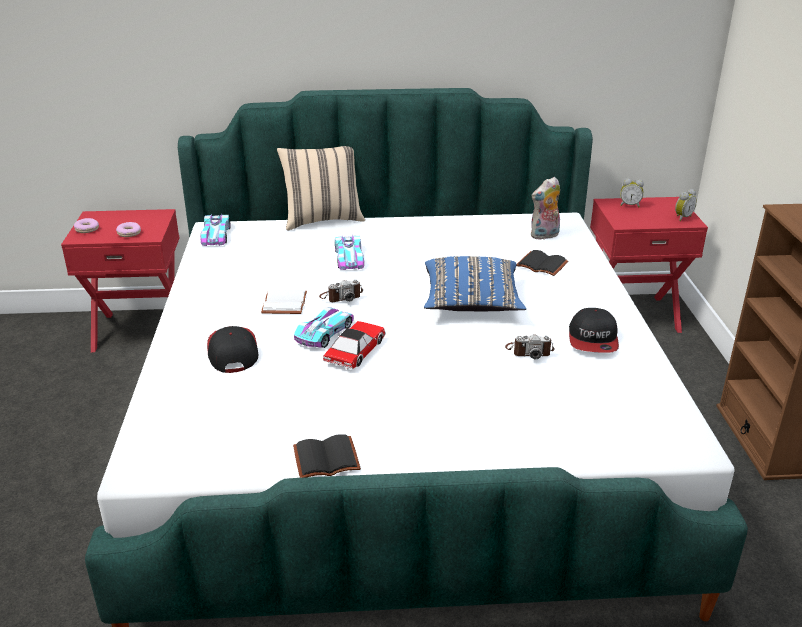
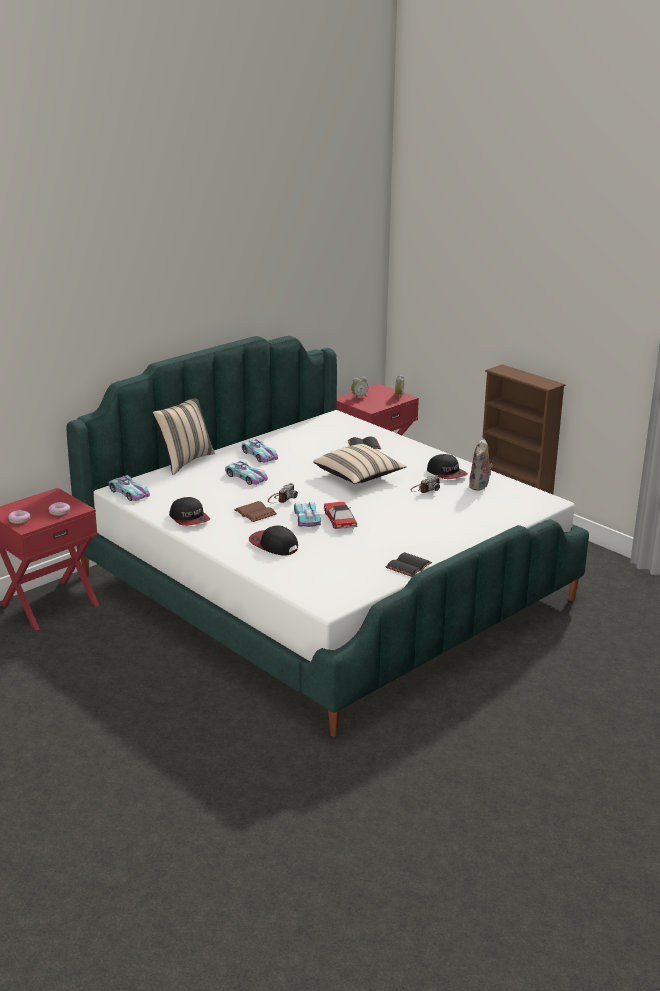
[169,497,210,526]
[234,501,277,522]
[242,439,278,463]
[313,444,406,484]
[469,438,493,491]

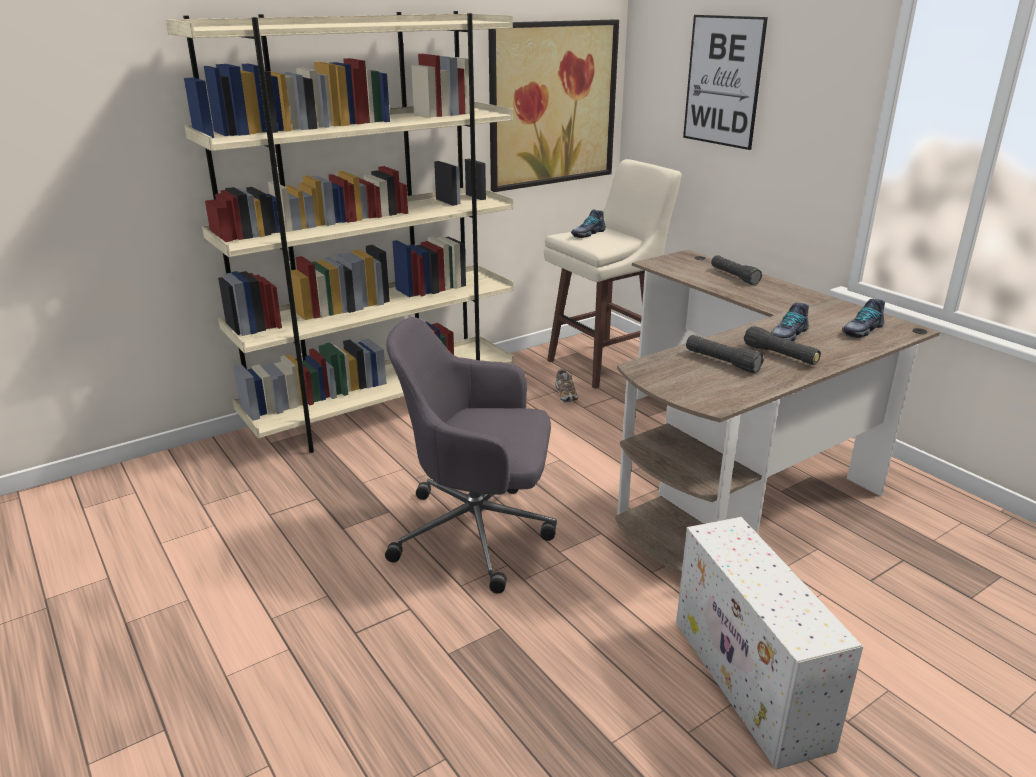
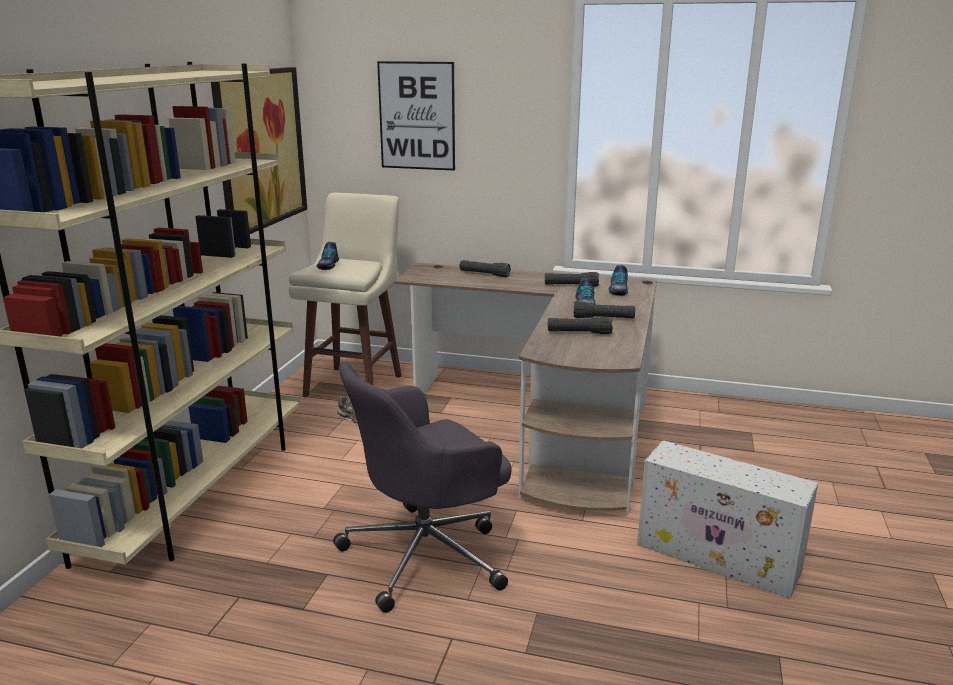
[545,272,599,287]

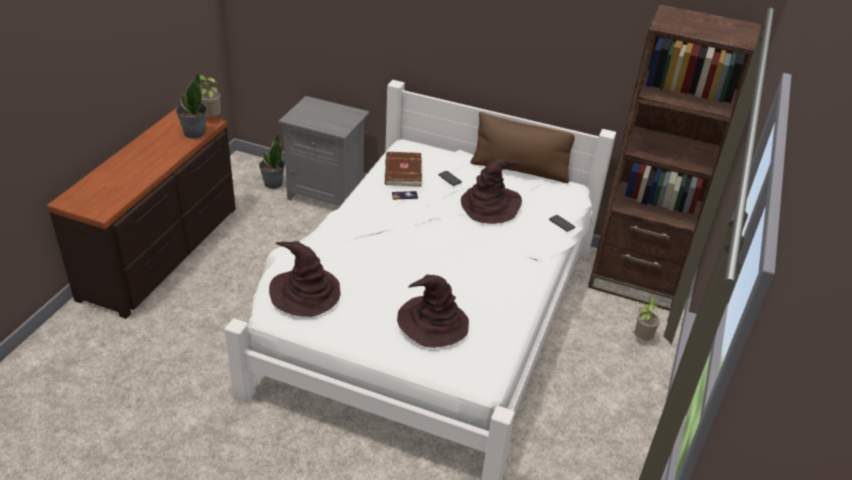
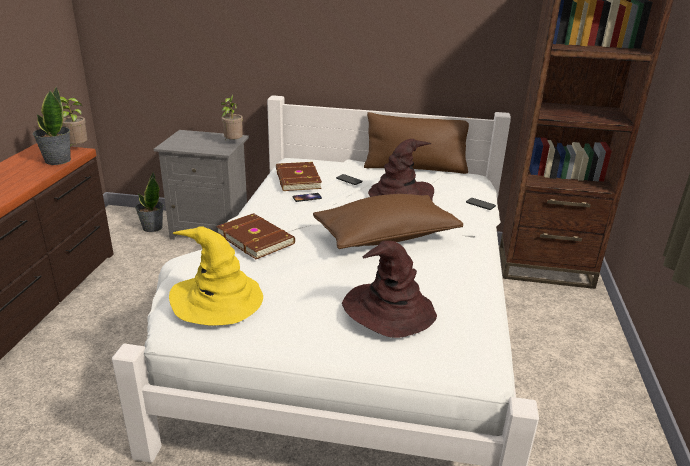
[169,226,263,326]
[216,213,295,259]
[221,95,243,140]
[313,194,463,249]

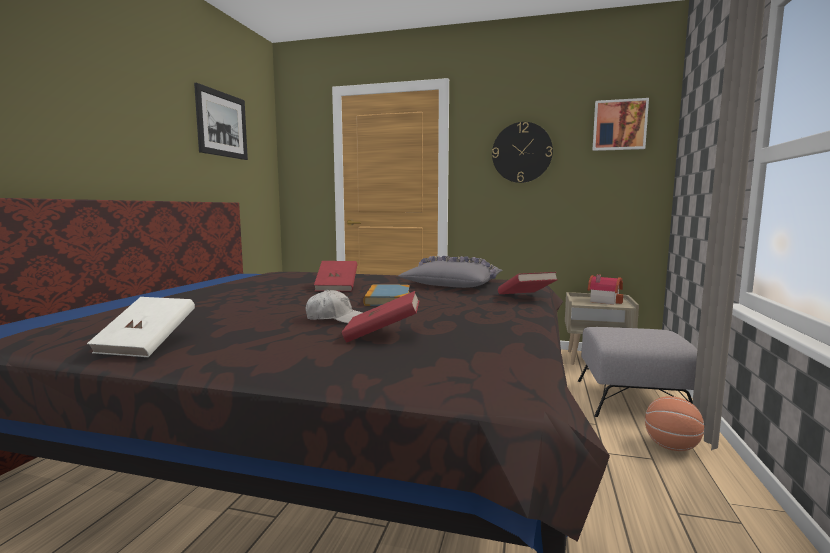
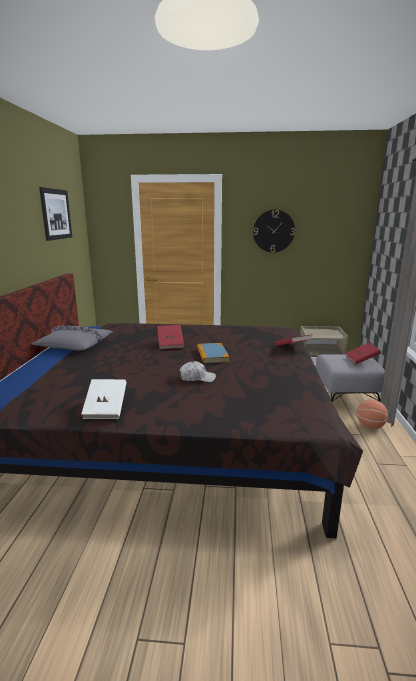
[32,325,113,351]
[345,343,381,364]
[588,274,623,305] (first image)
[592,98,649,151] (first image)

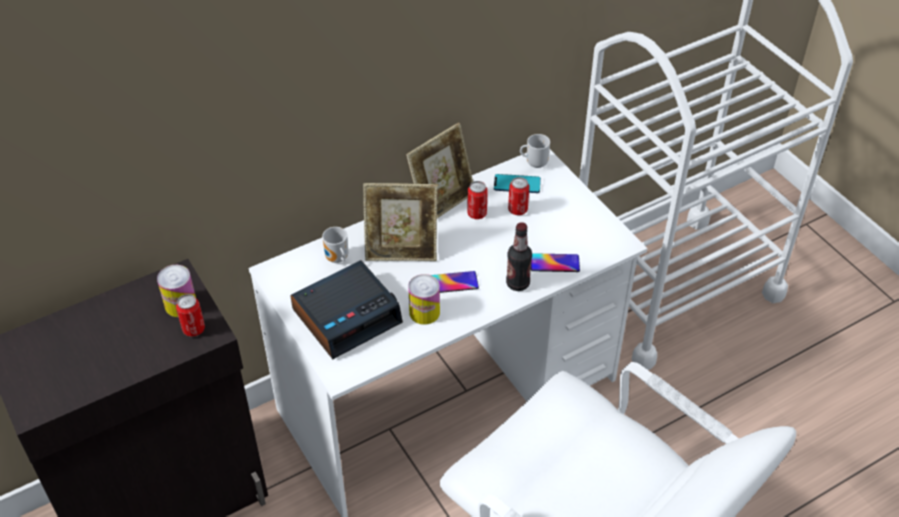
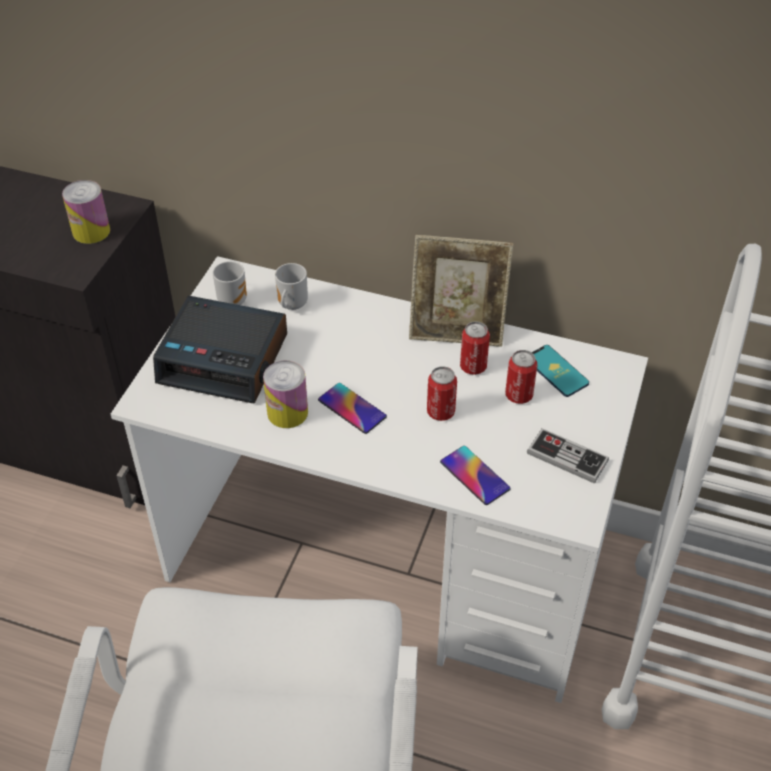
[213,261,247,305]
[427,366,457,421]
[527,428,609,484]
[363,183,438,261] (first image)
[506,222,532,291] (first image)

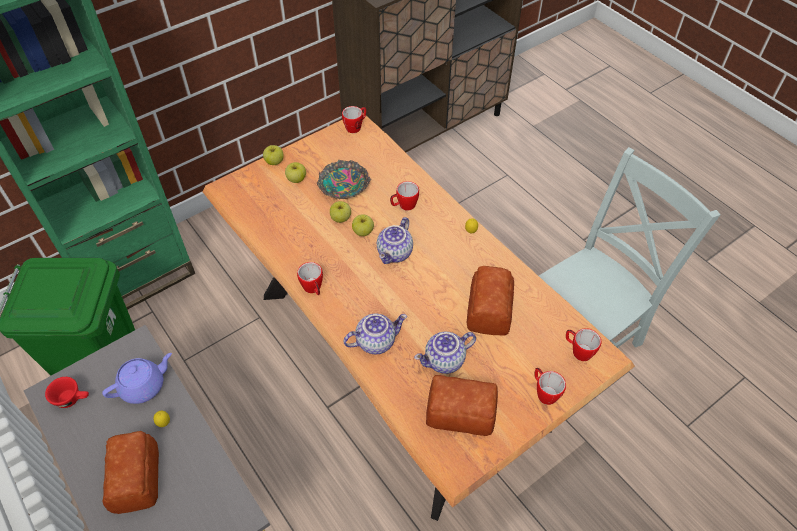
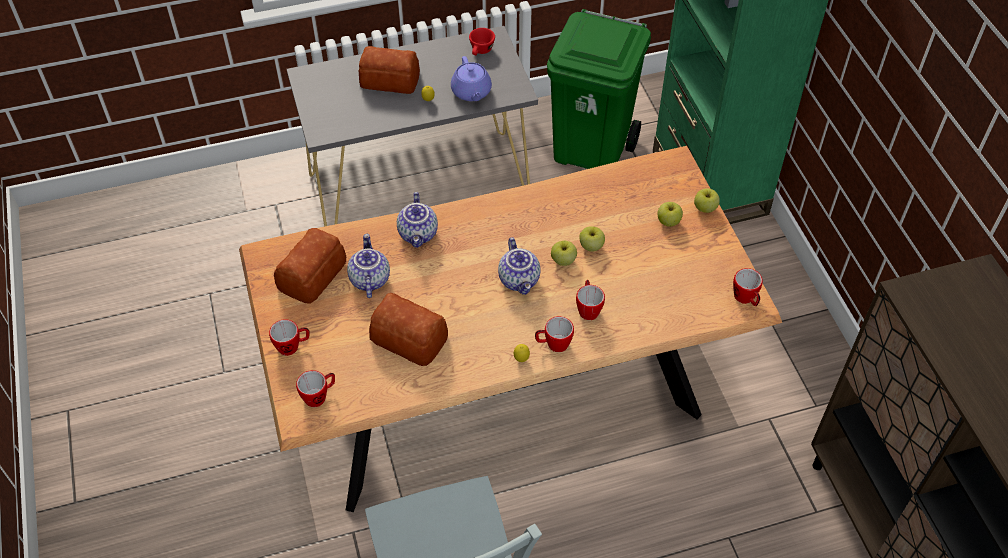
[498,238,540,295]
[535,316,574,352]
[317,160,371,199] (first image)

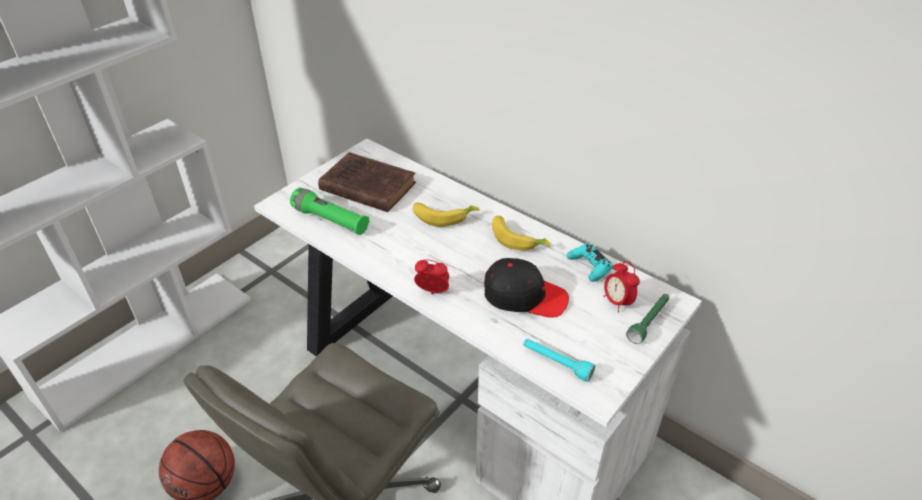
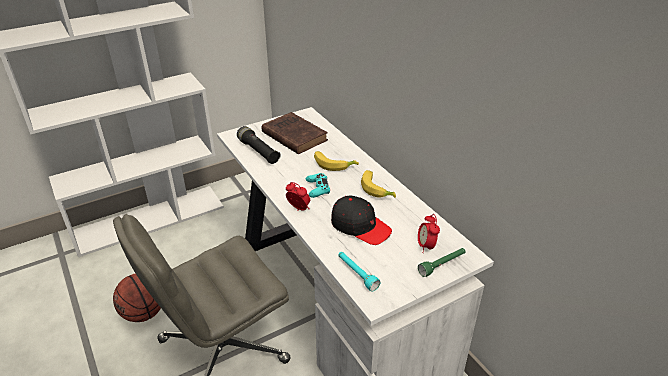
[237,126,281,164]
[306,173,330,198]

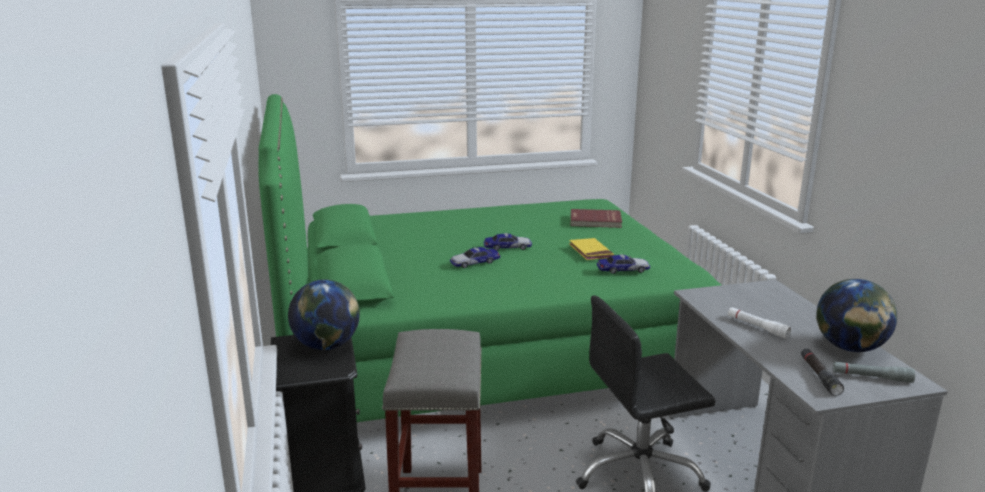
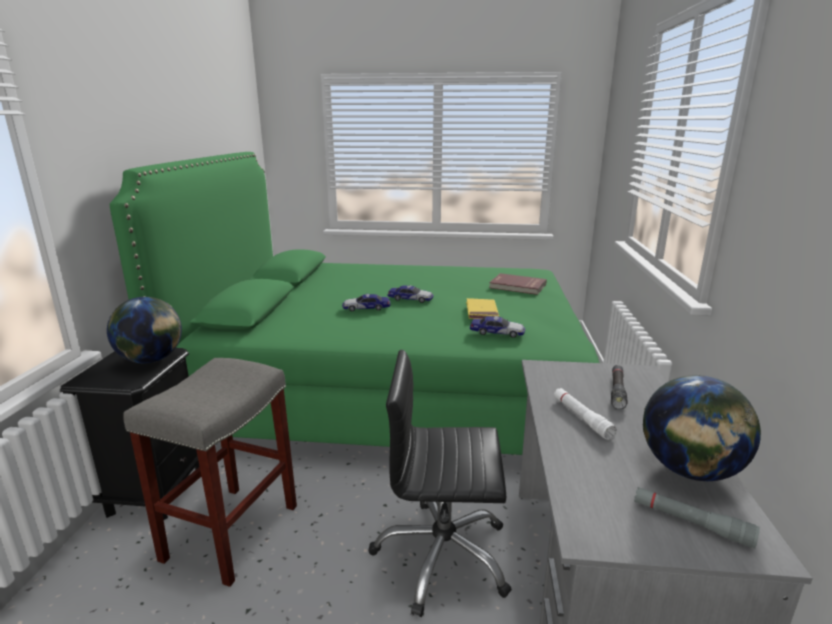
[611,365,628,409]

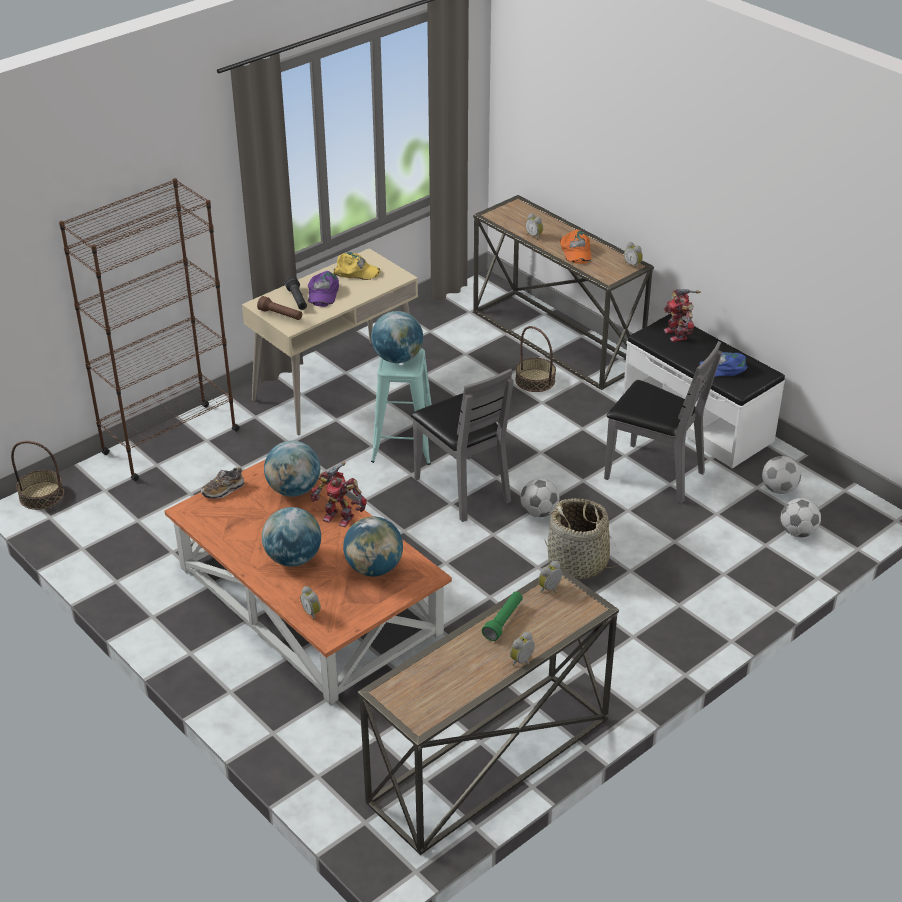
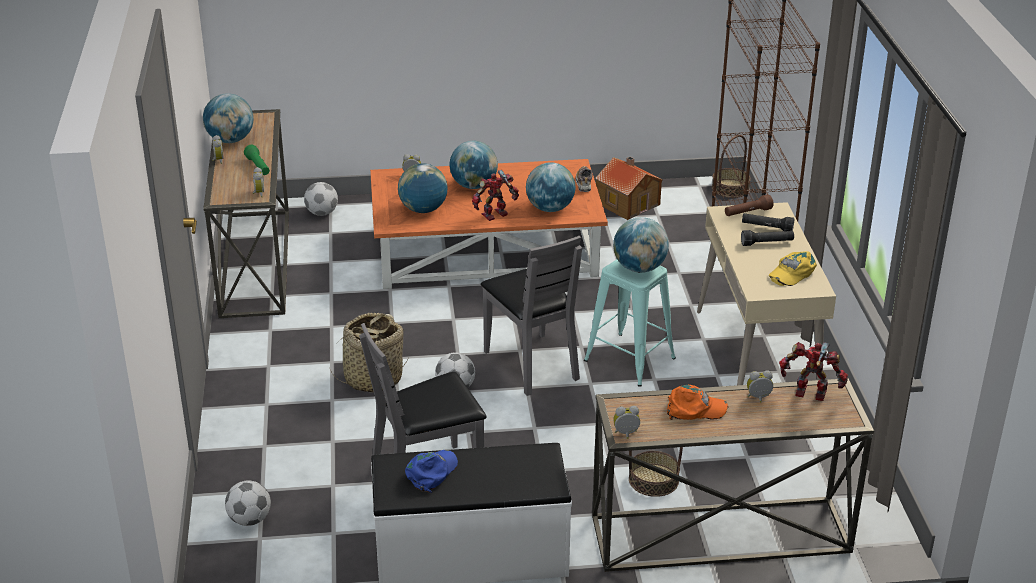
[203,93,253,143]
[304,182,338,216]
[481,236,582,396]
[595,157,662,220]
[667,385,729,420]
[741,230,794,246]
[779,342,848,401]

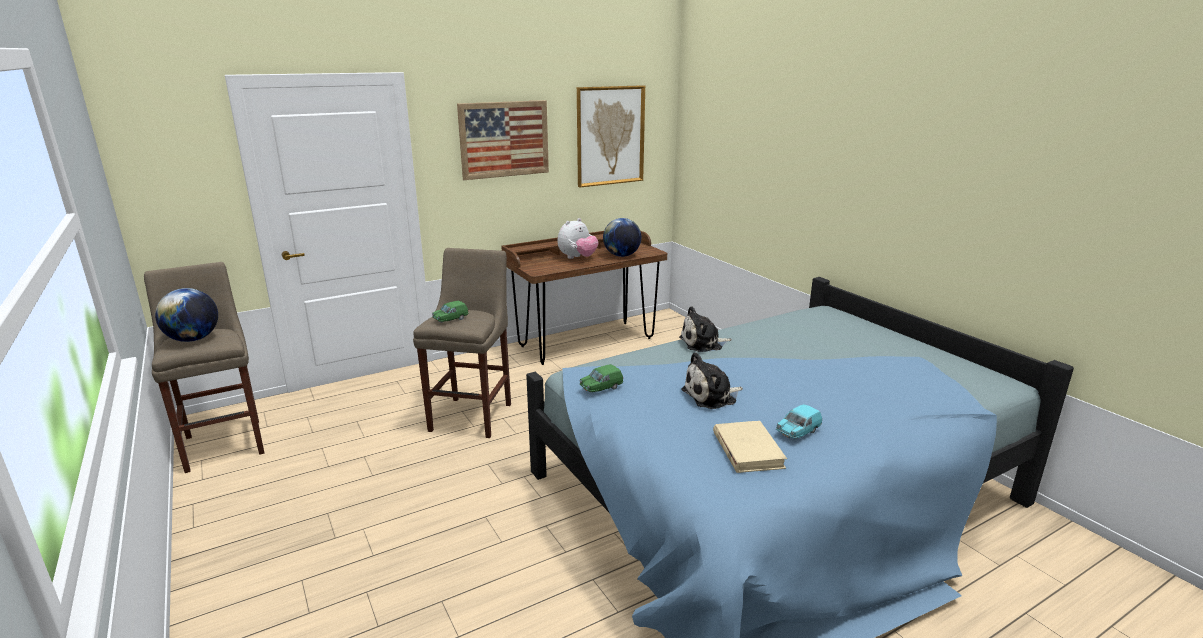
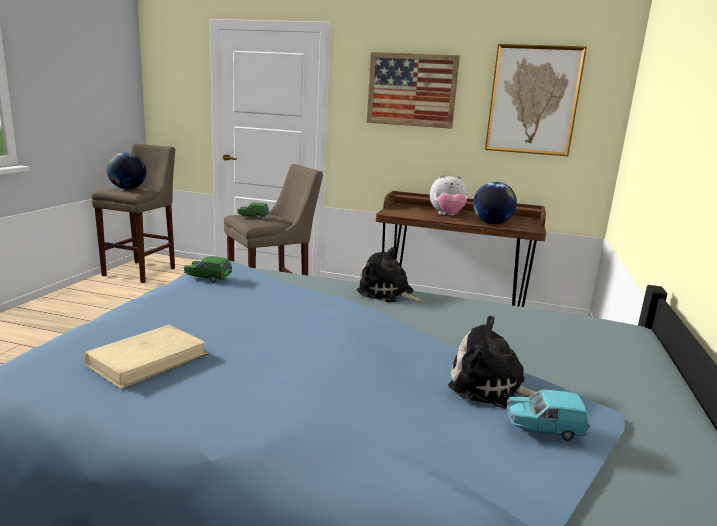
[448,316,536,409]
[507,390,590,441]

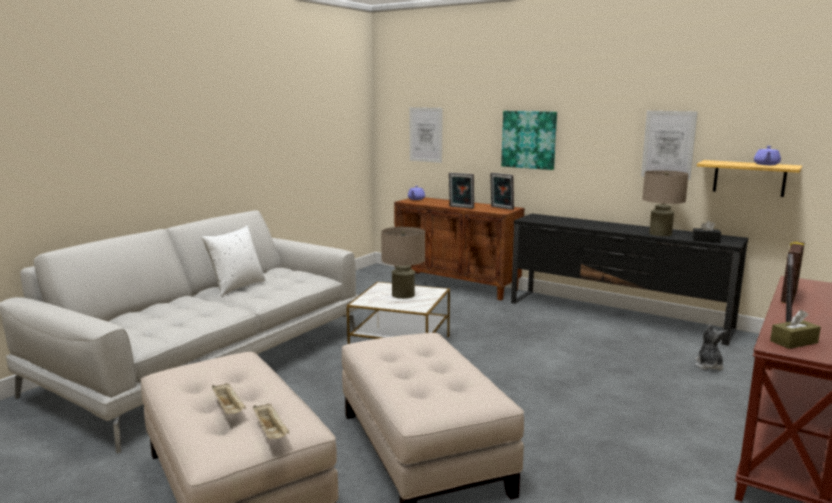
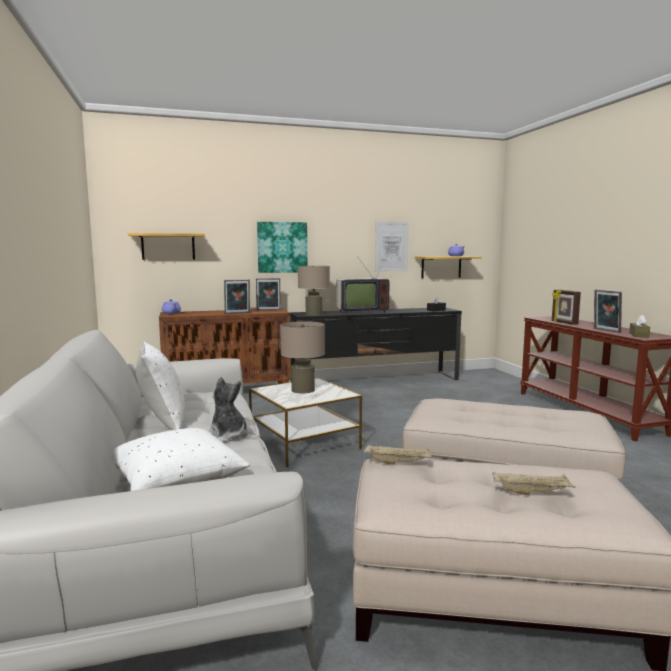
[113,428,250,491]
[128,233,205,260]
[207,377,248,442]
[298,266,330,316]
[336,255,389,314]
[364,445,431,465]

